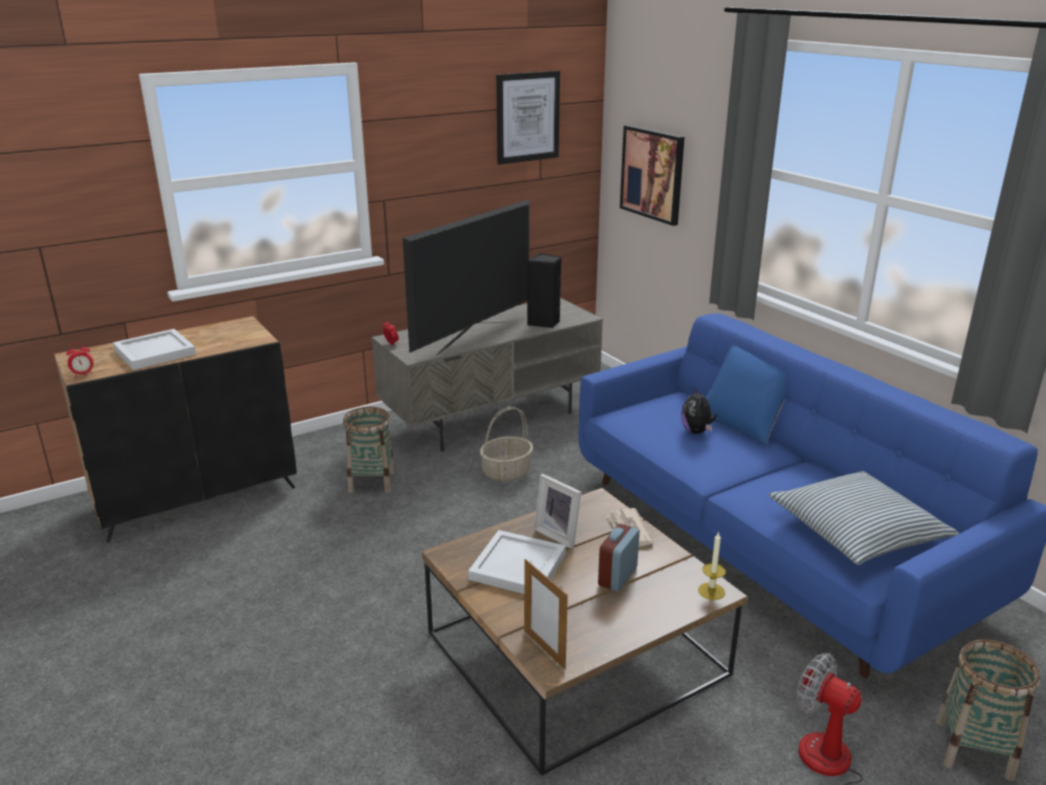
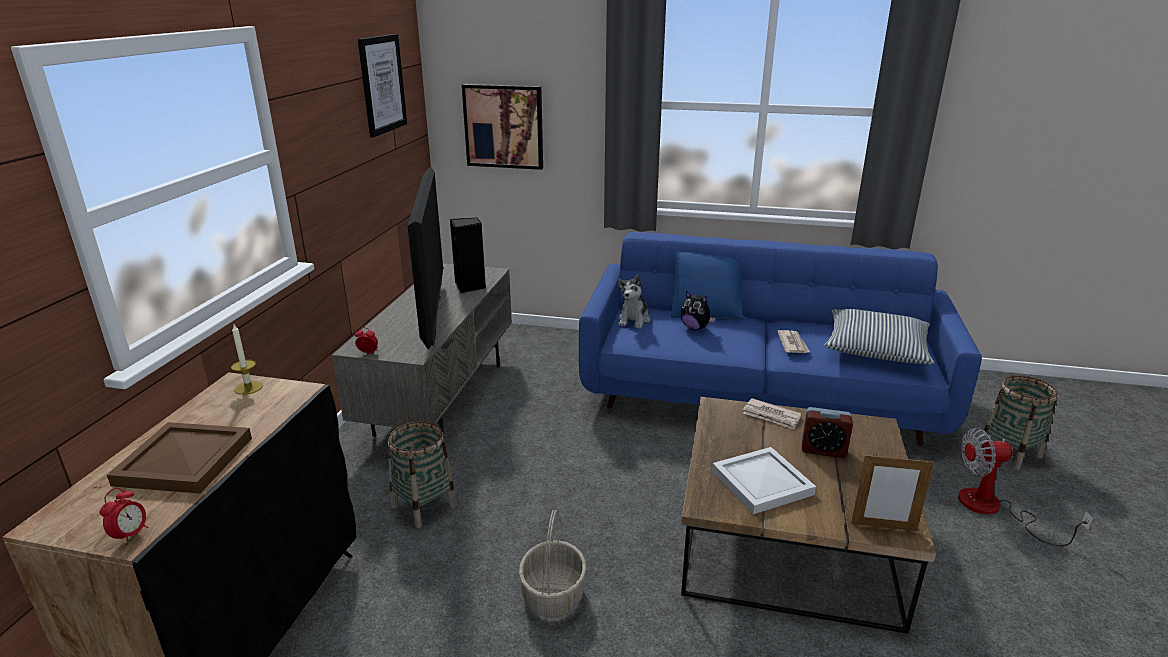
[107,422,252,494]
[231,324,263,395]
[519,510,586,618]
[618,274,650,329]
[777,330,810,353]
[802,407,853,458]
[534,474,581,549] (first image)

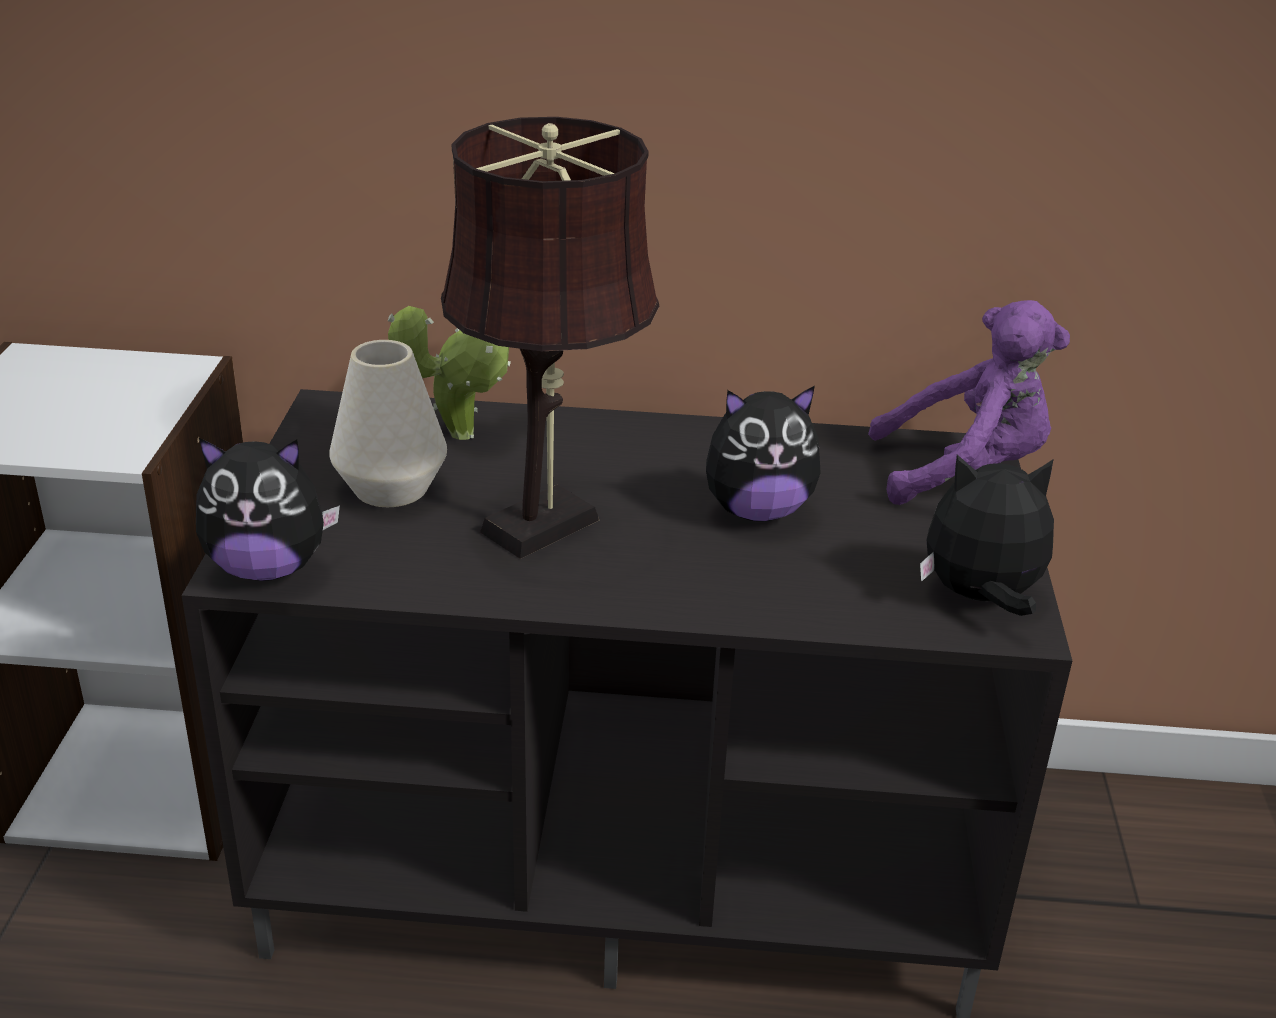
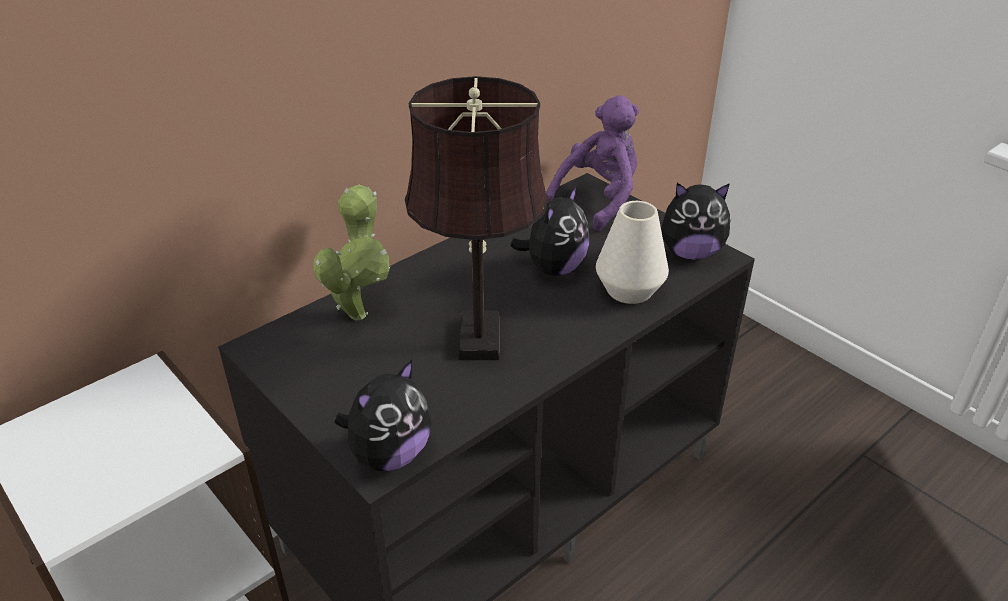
[596,201,669,304]
[661,183,731,260]

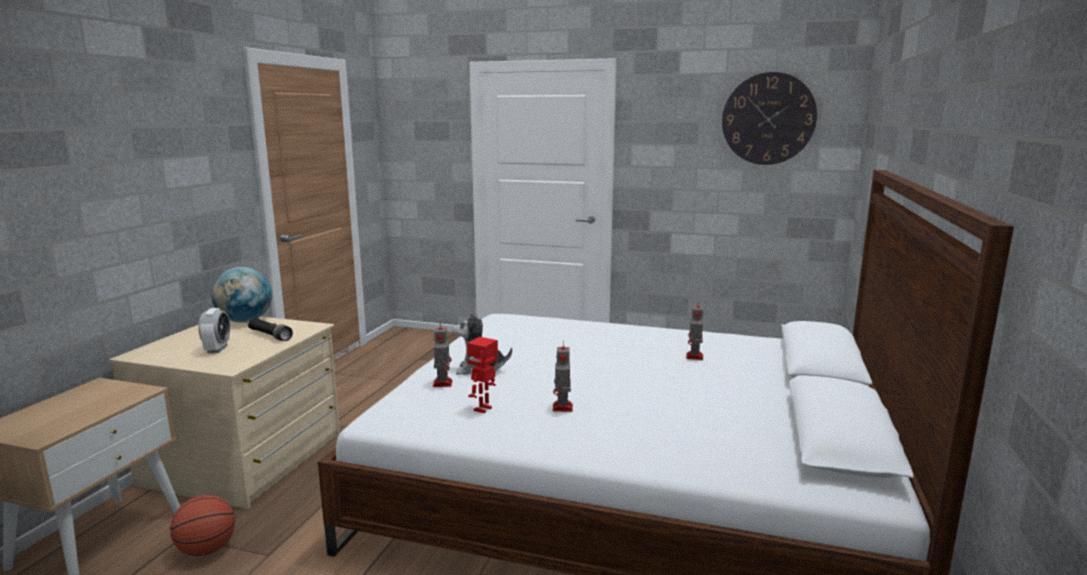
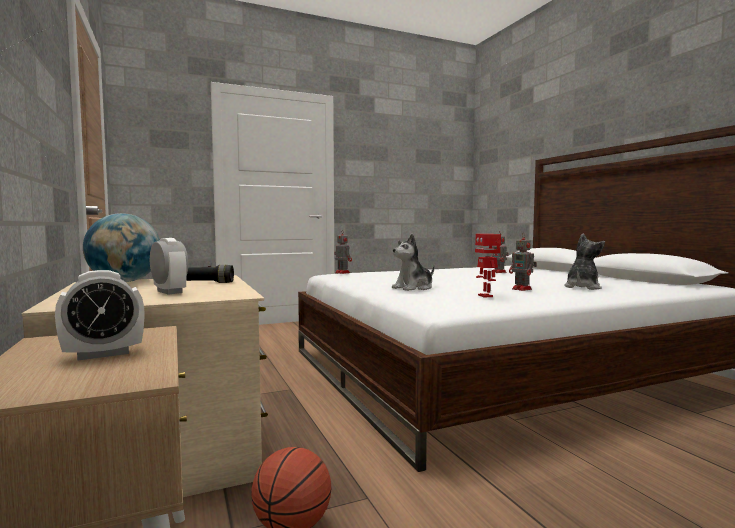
[55,270,144,361]
[334,234,352,274]
[565,233,605,290]
[722,72,817,165] (first image)

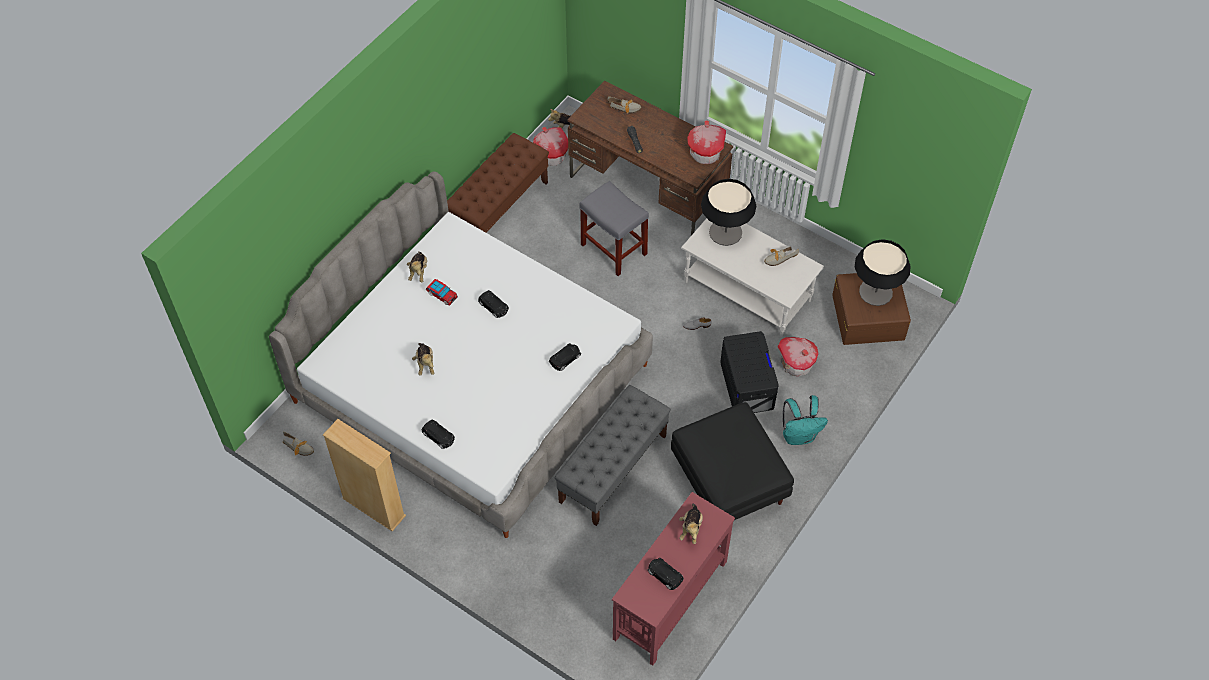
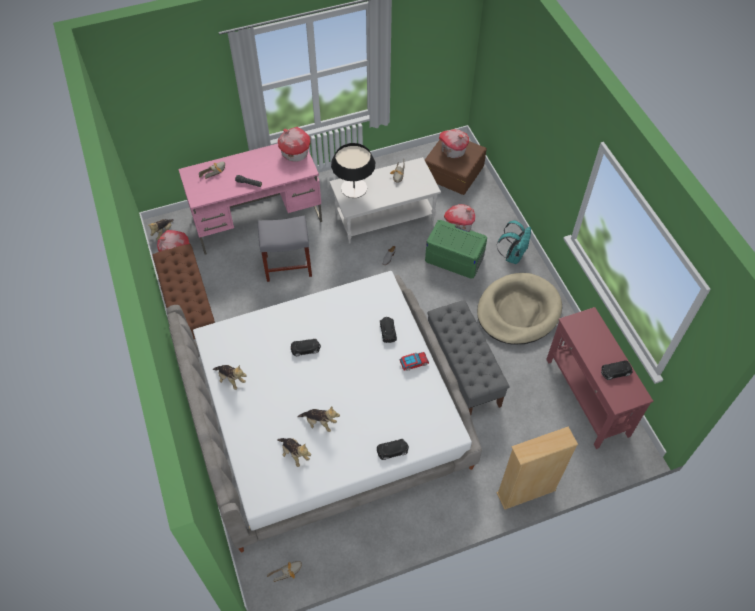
[178,144,322,254]
[277,438,311,467]
[400,352,429,371]
[425,220,487,279]
[439,129,469,158]
[477,273,562,345]
[496,427,578,510]

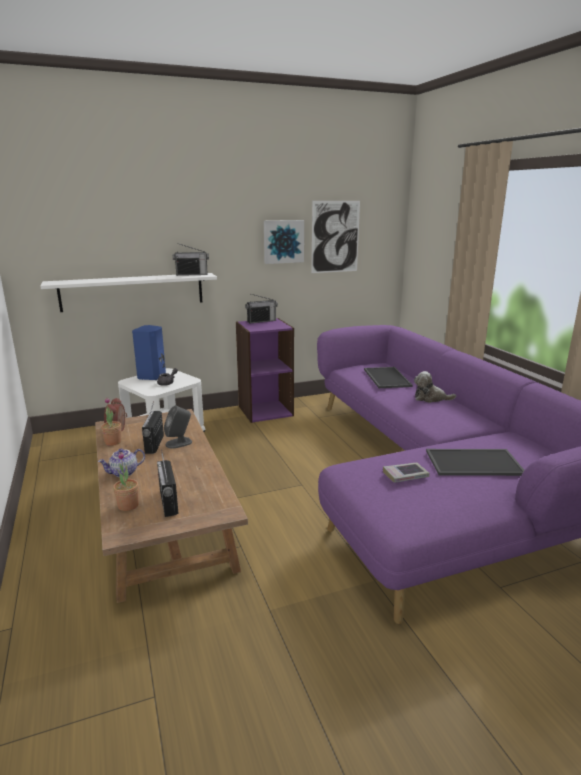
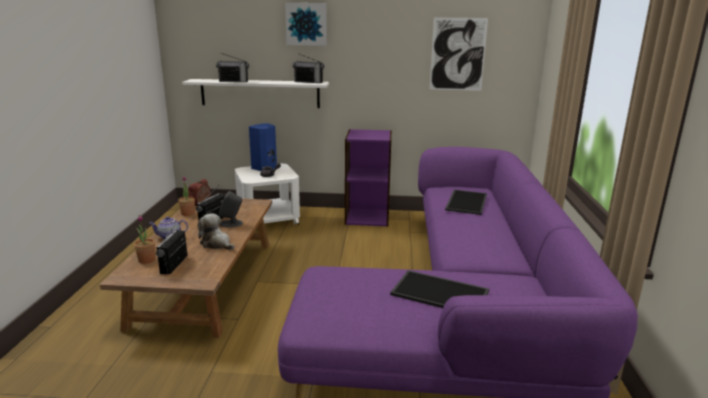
[197,213,234,250]
[216,53,249,82]
[285,3,327,46]
[383,463,429,483] (first image)

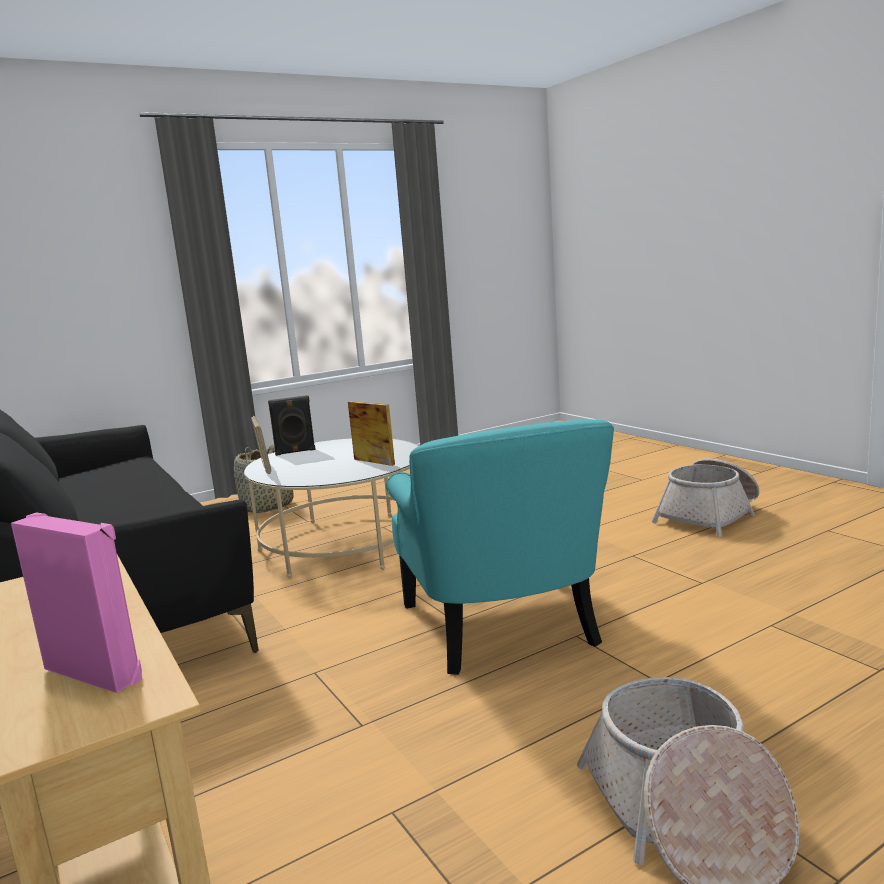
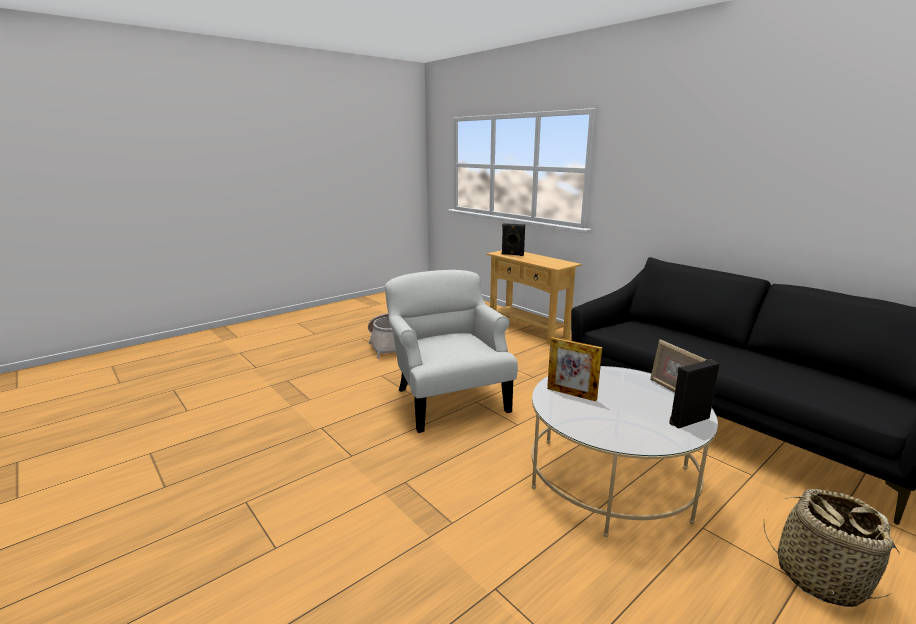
[385,270,518,433]
[502,223,525,256]
[652,458,759,537] (first image)

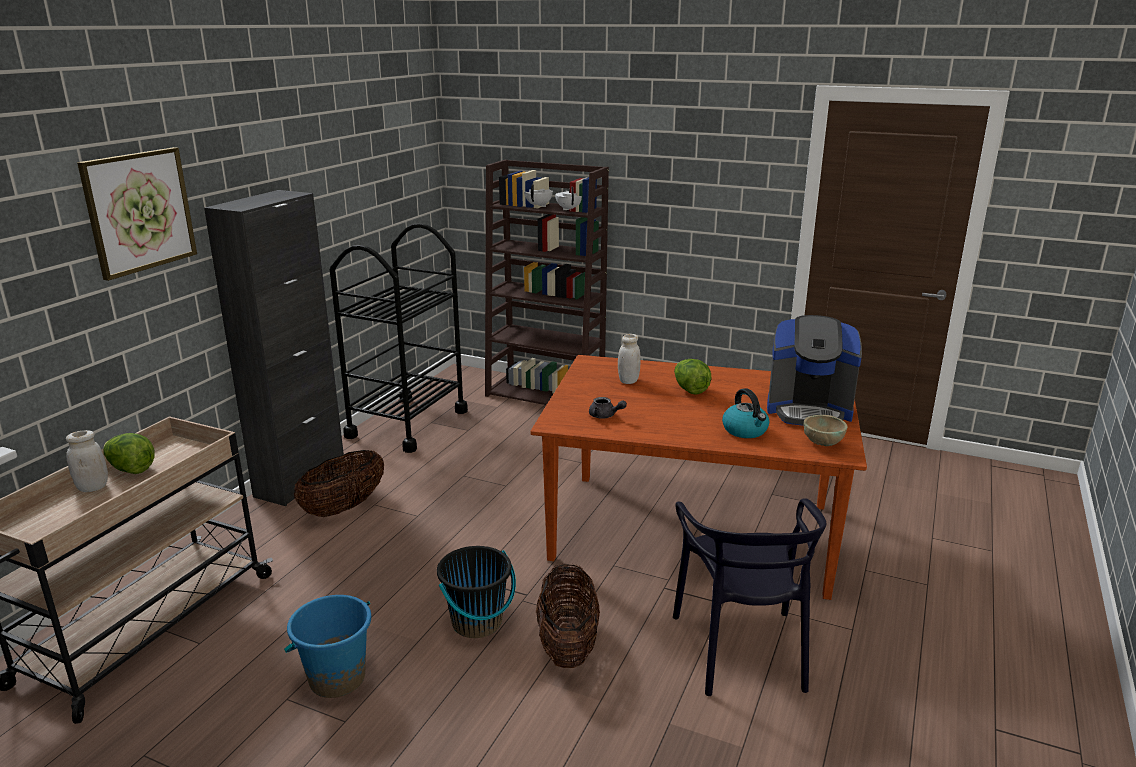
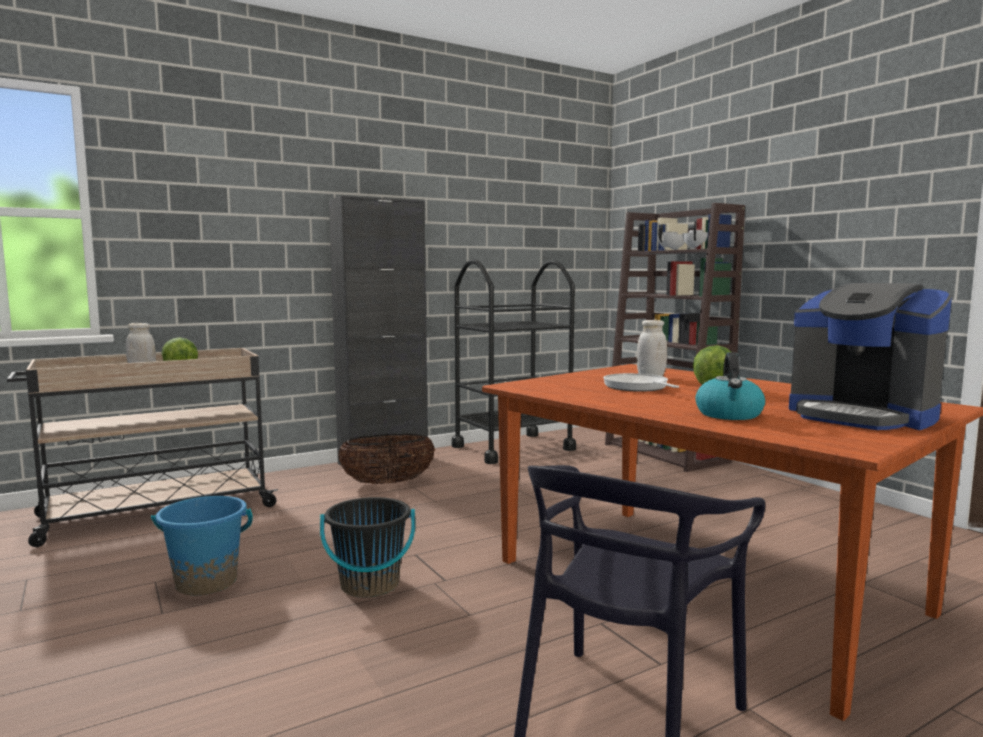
[603,373,679,392]
[77,147,197,281] (first image)
[536,564,600,668] (first image)
[589,397,627,419] (first image)
[803,415,848,446] (first image)

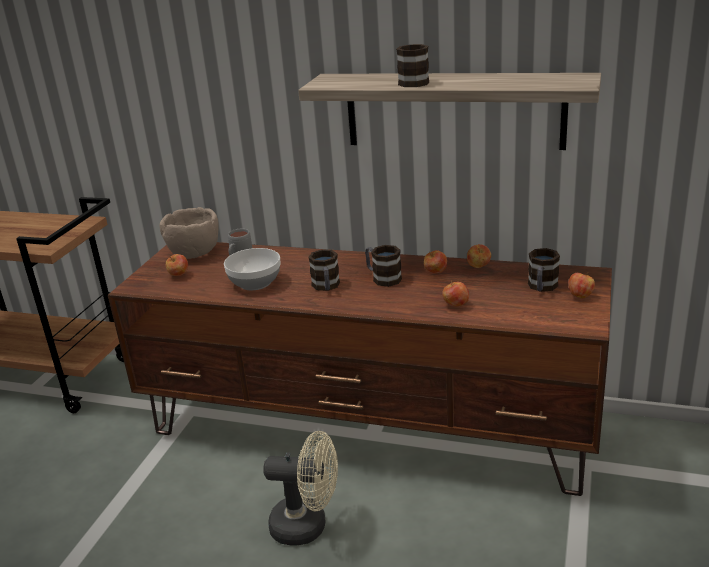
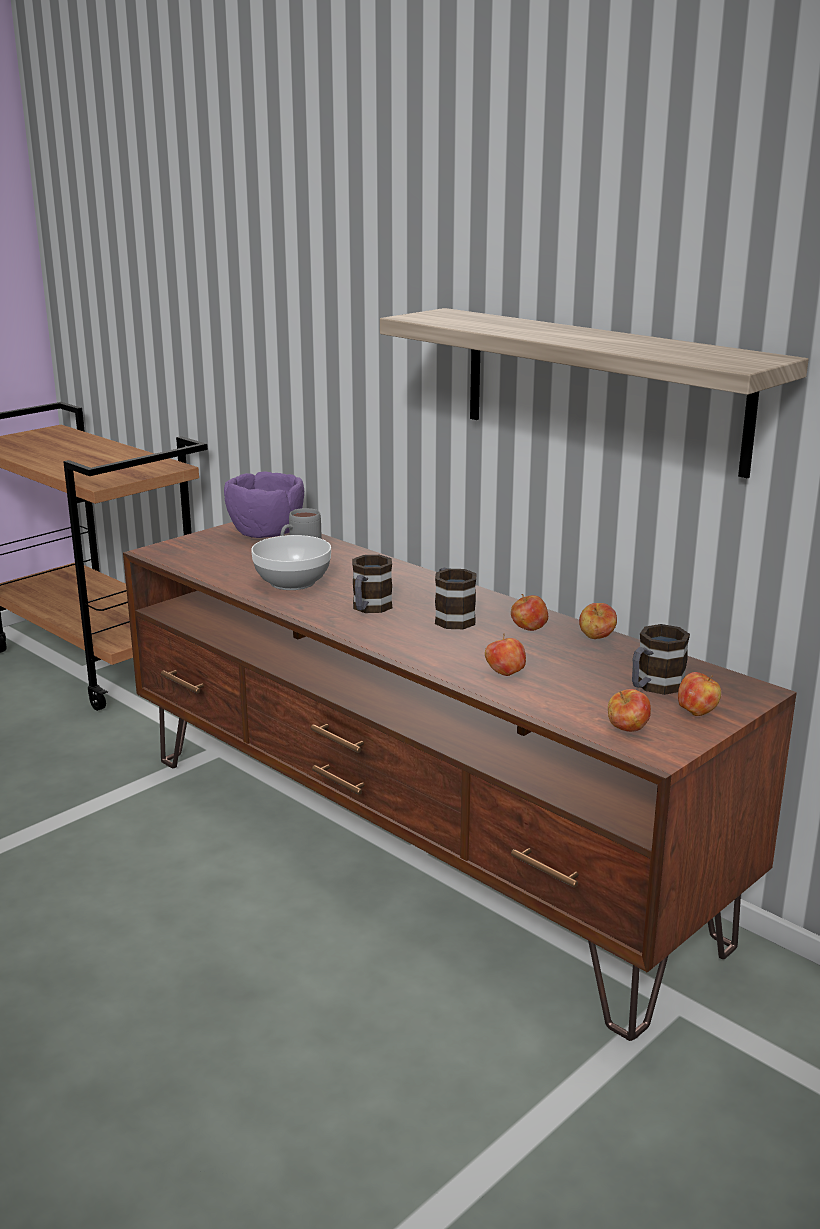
[224,472,304,538]
[608,689,651,732]
[263,431,338,545] (first image)
[396,44,429,87] (first image)

